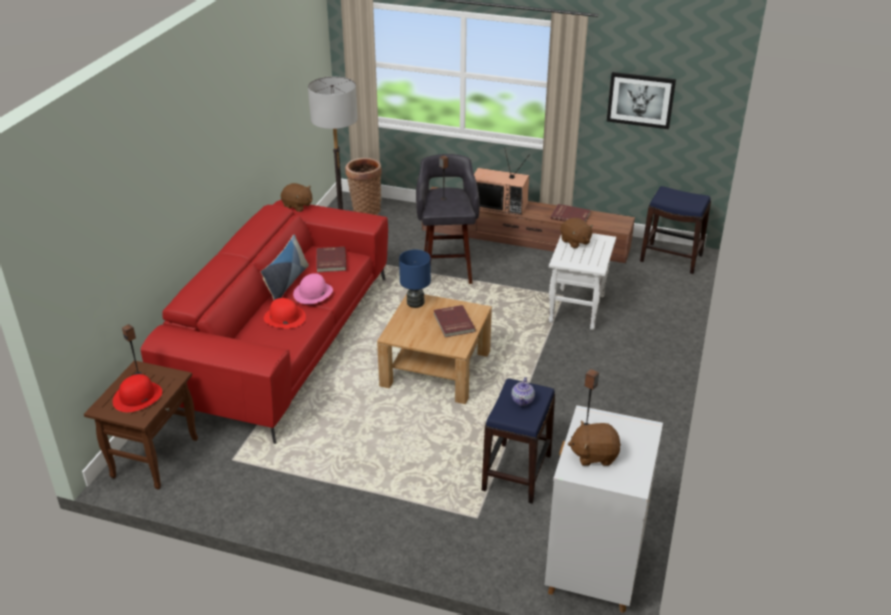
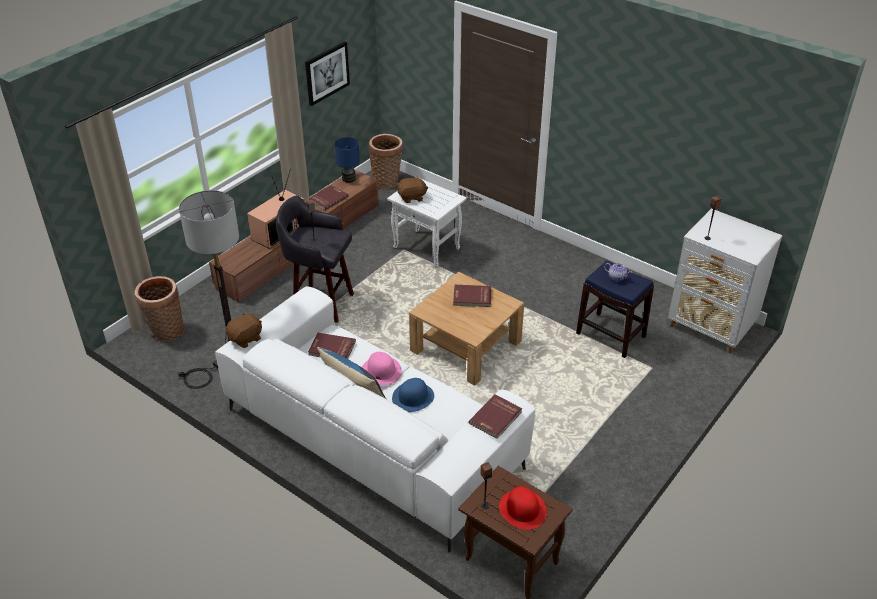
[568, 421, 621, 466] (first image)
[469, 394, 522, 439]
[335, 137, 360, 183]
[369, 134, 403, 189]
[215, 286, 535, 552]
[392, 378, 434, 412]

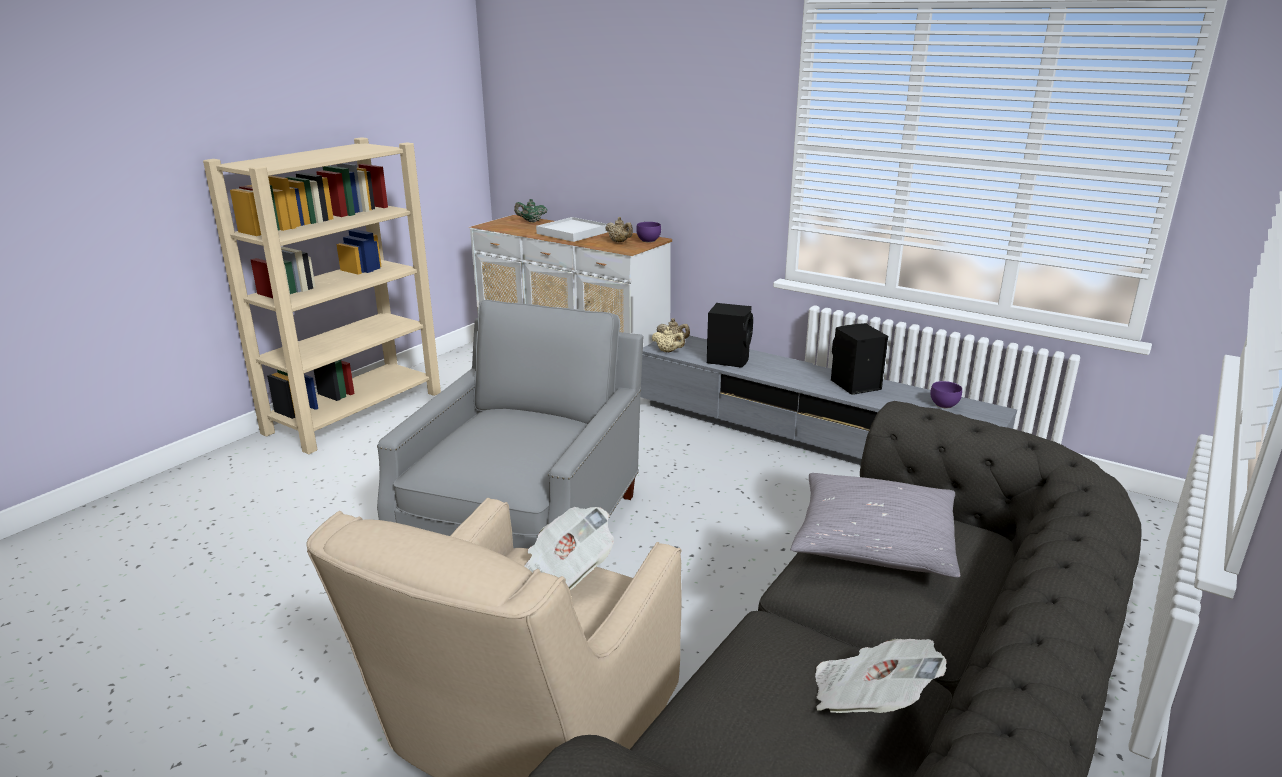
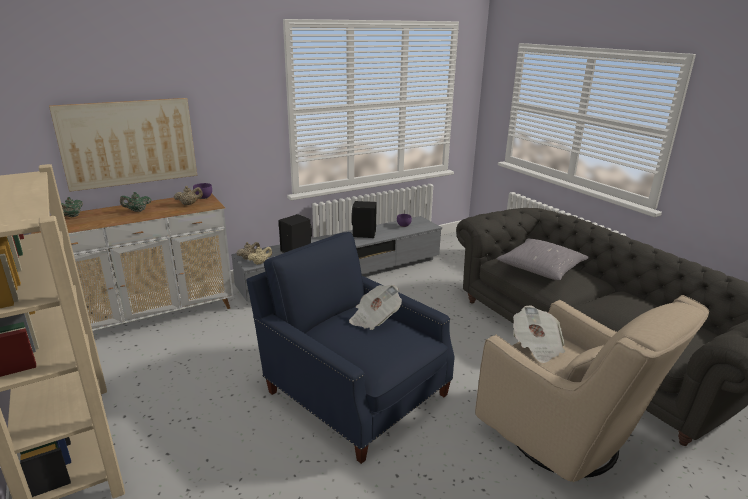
[49, 98, 197, 192]
[349, 285, 402, 330]
[120, 192, 151, 212]
[246, 232, 455, 464]

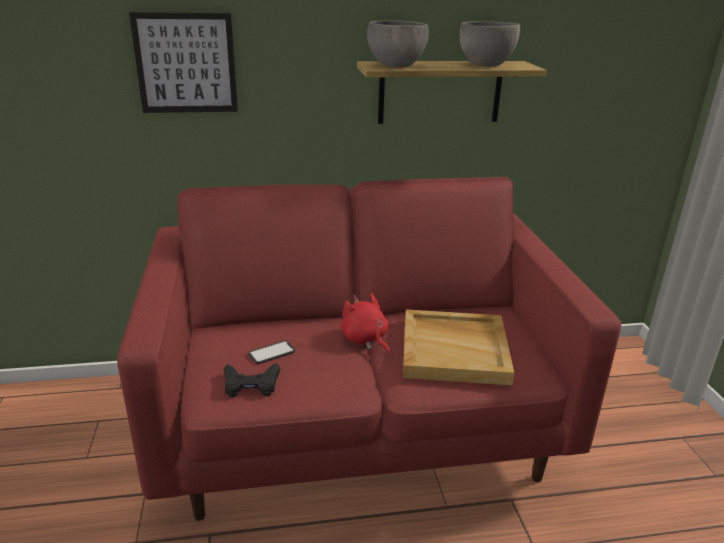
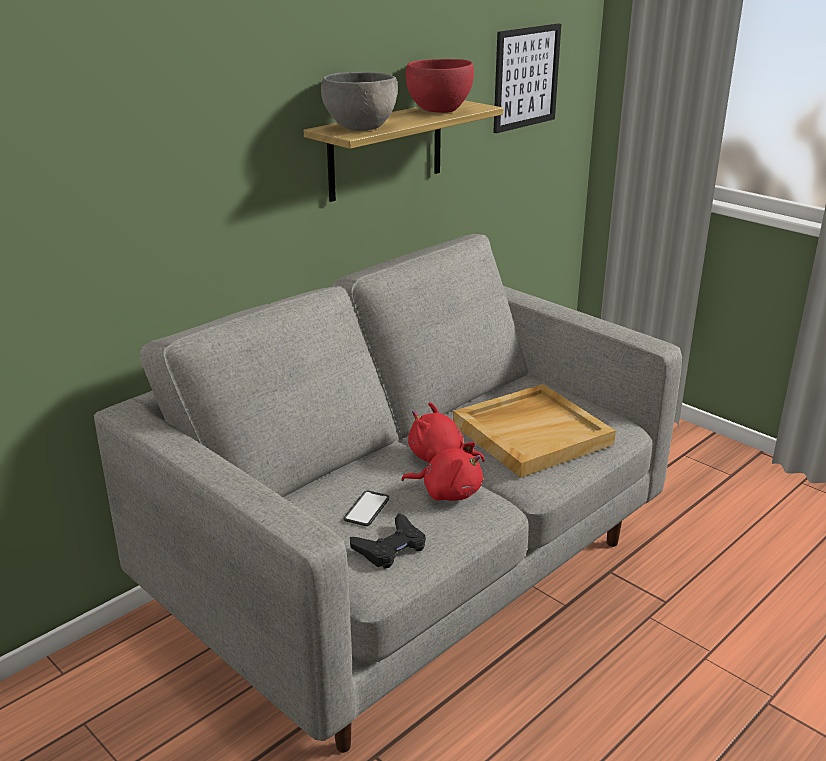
[401, 442, 483, 501]
[493, 23, 561, 133]
[94, 234, 682, 753]
[405, 59, 474, 113]

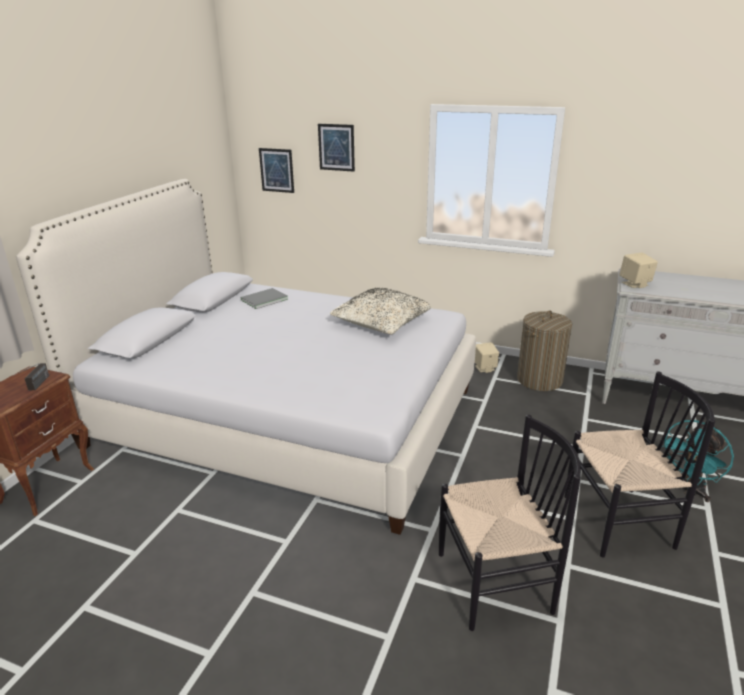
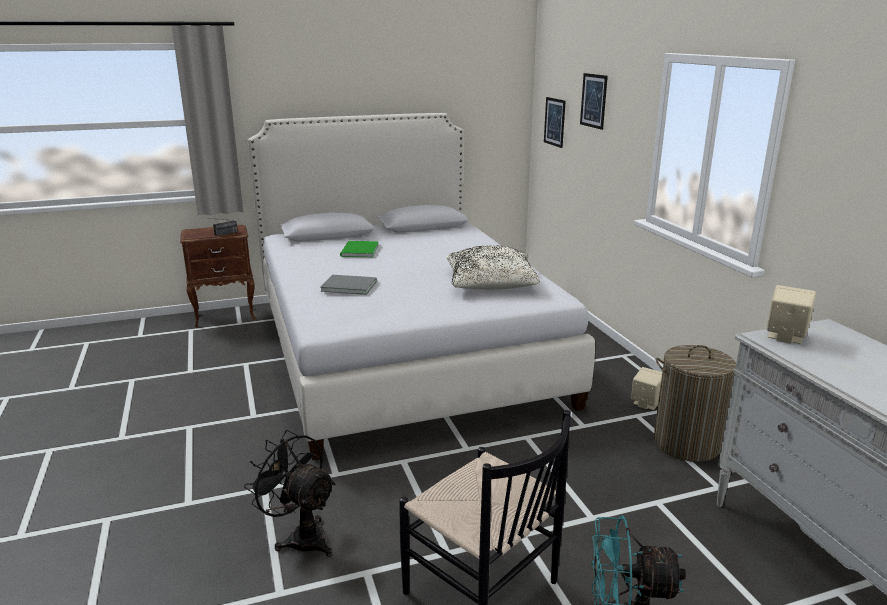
[340, 241, 379, 257]
[320, 275, 377, 295]
[244, 430, 336, 557]

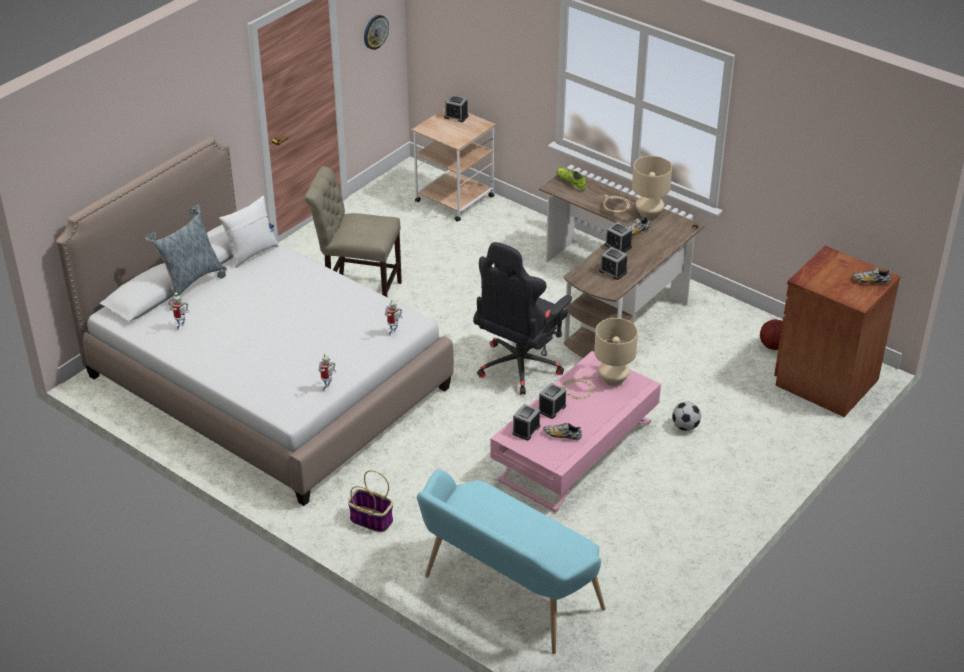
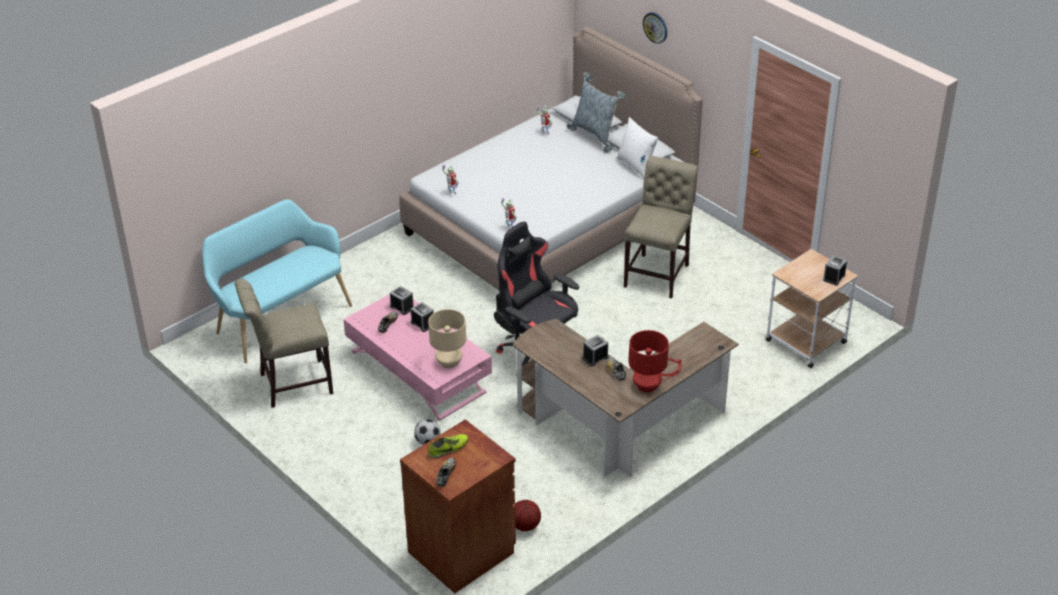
[348, 470, 393, 532] (first image)
[599, 247, 627, 280] (first image)
[235, 279, 333, 408]
[643, 12, 667, 44]
[429, 434, 469, 458]
[629, 330, 682, 393]

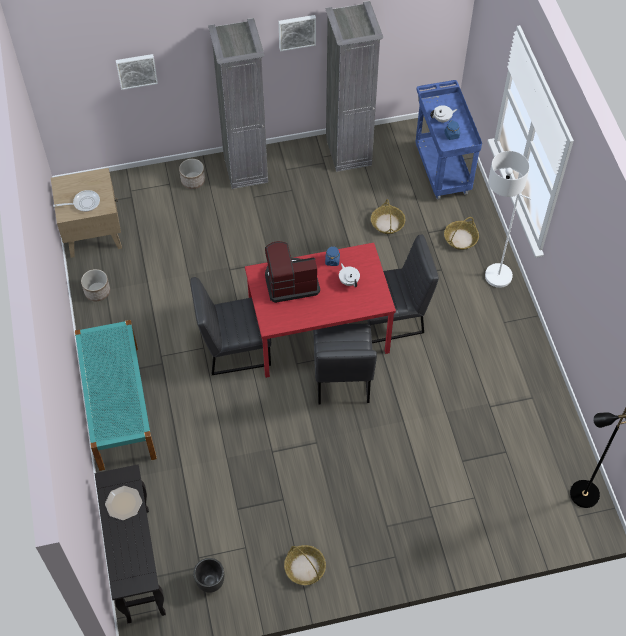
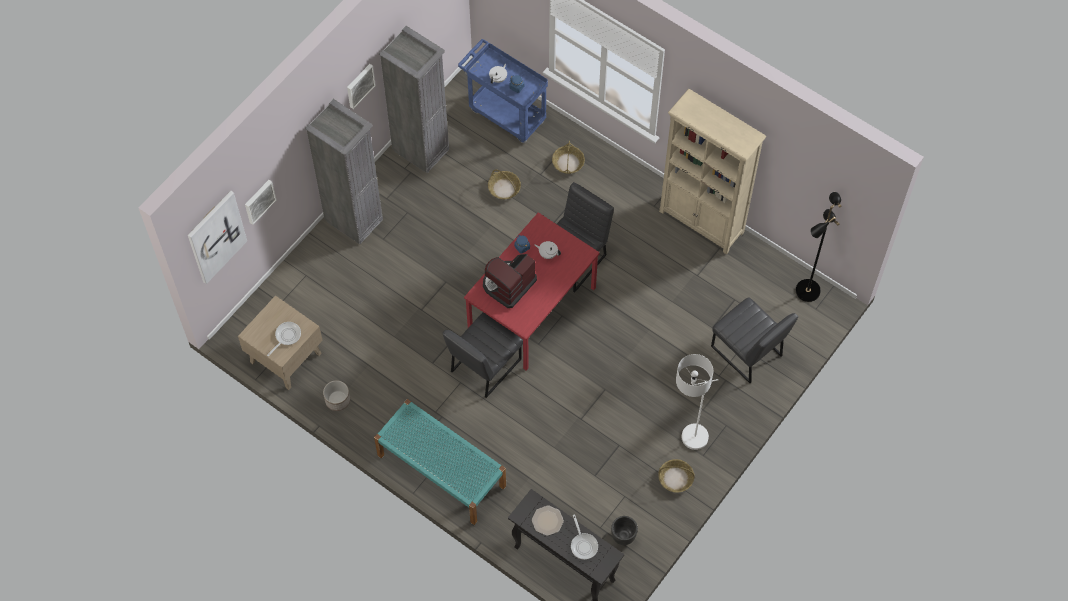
[179, 159, 205, 189] (first image)
[188, 191, 247, 284]
[571, 514, 598, 560]
[659, 89, 766, 254]
[711, 297, 798, 383]
[676, 354, 718, 450]

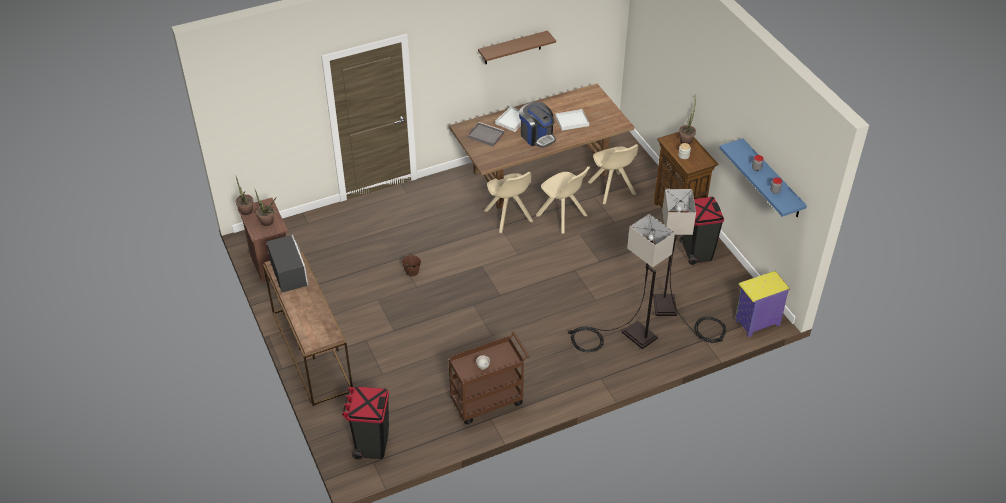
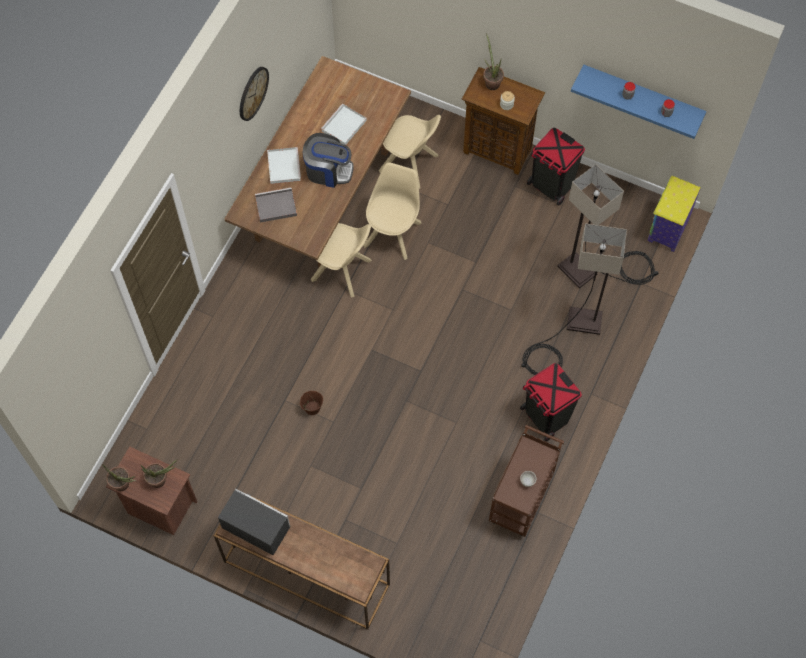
[520, 363, 582, 441]
[240, 67, 269, 121]
[364, 163, 422, 260]

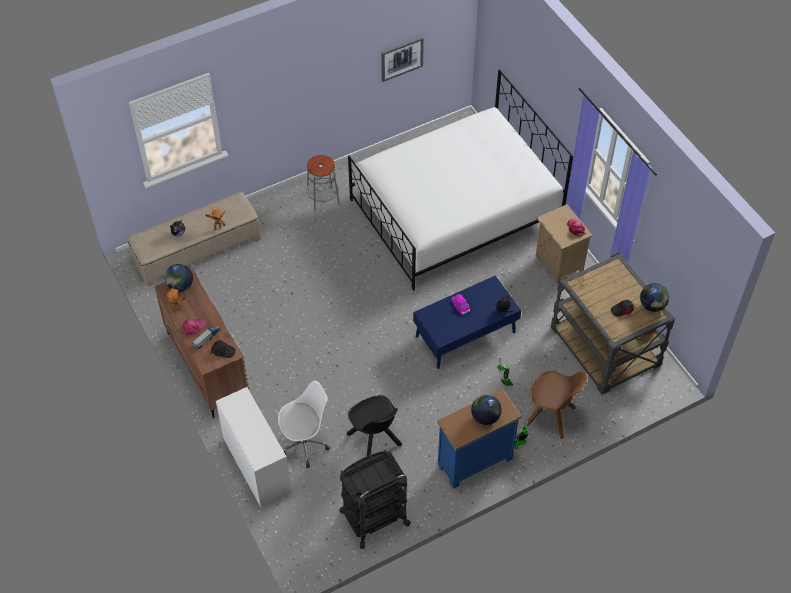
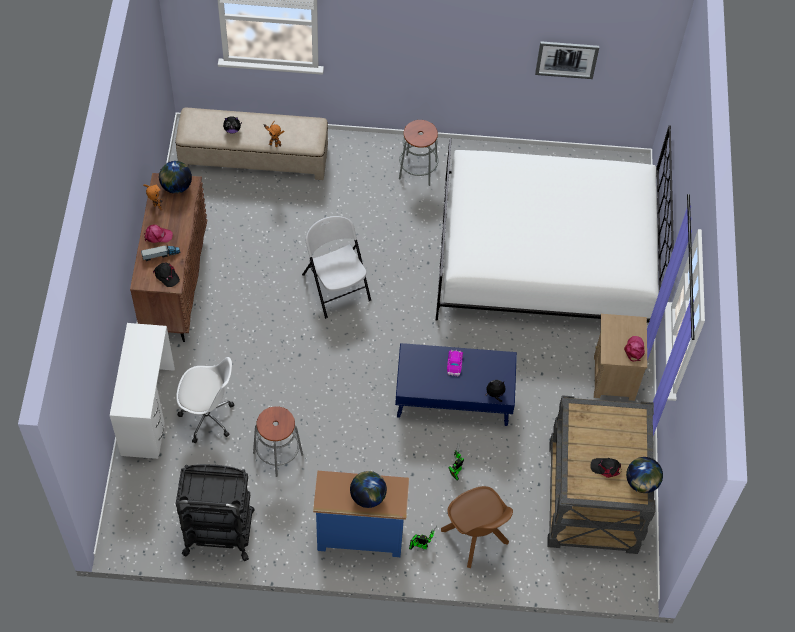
[302, 216, 371, 319]
[253, 406, 303, 477]

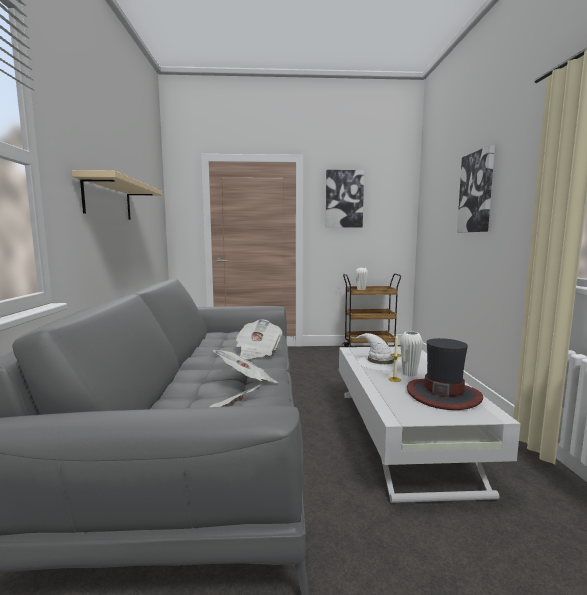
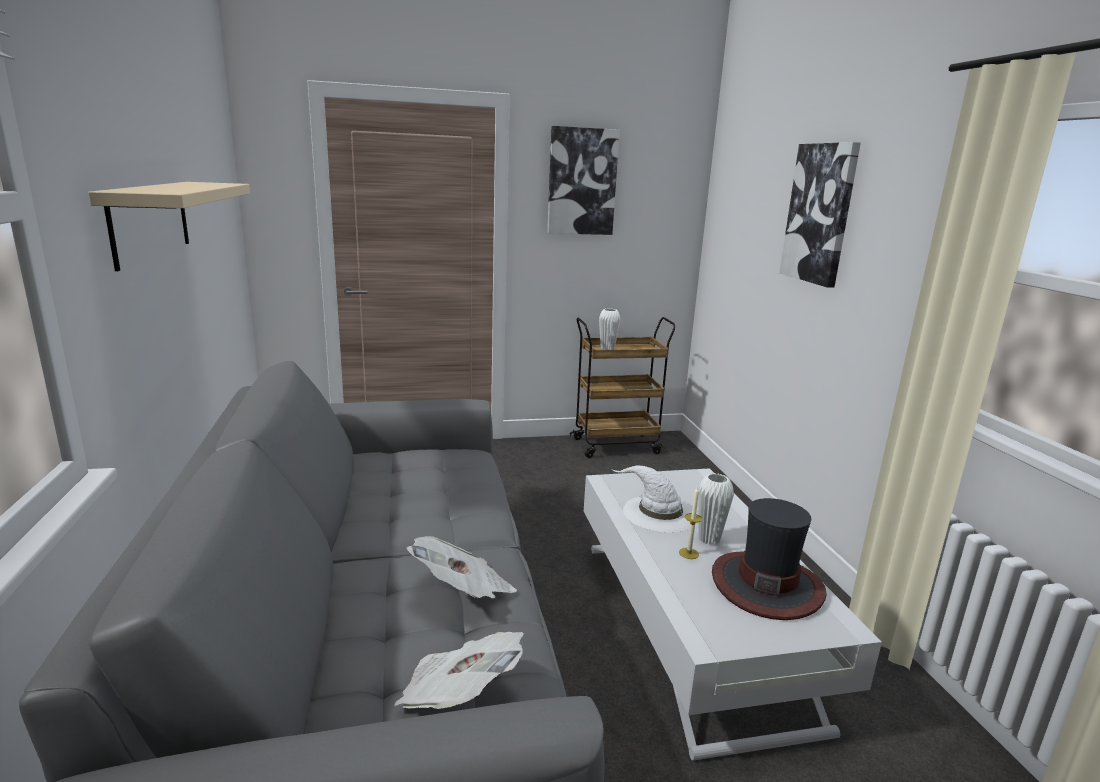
[236, 319, 283, 359] (first image)

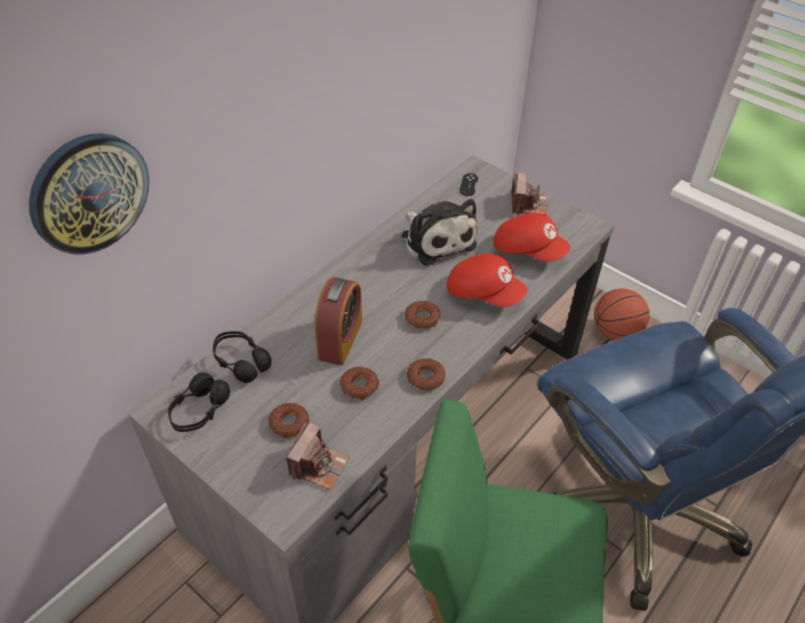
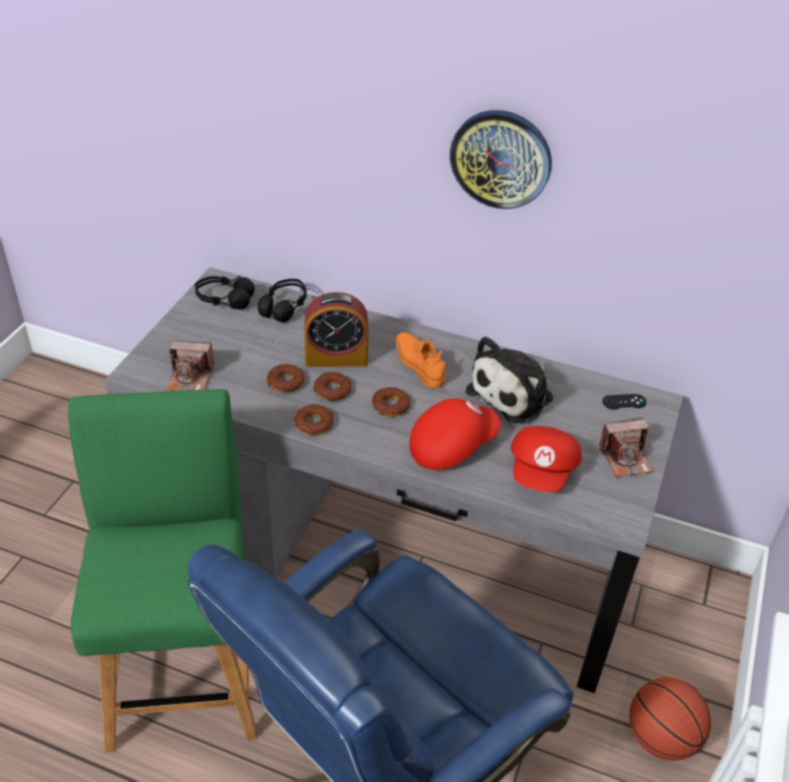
[395, 332, 445, 388]
[450, 110, 552, 209]
[313, 372, 352, 401]
[409, 398, 500, 470]

